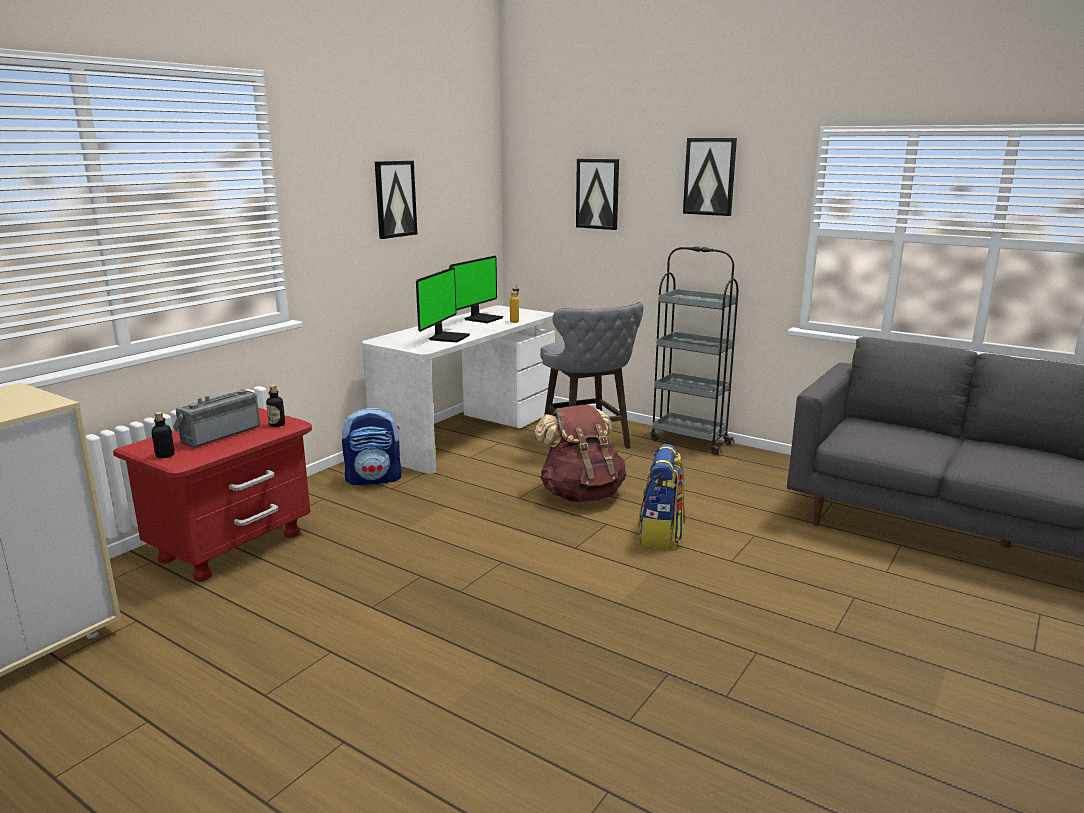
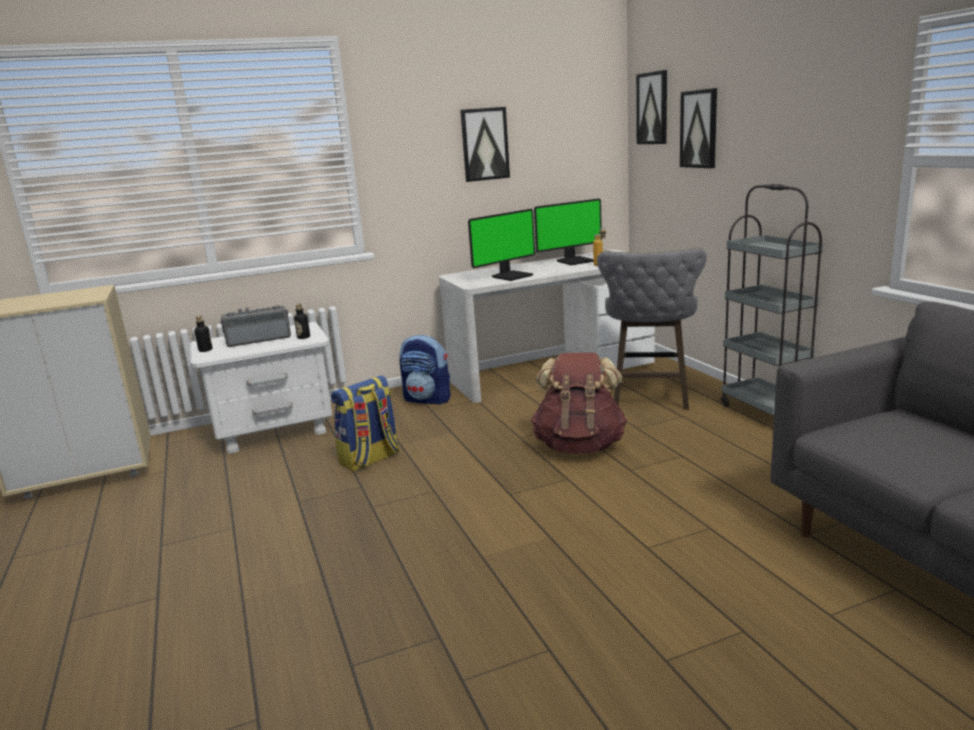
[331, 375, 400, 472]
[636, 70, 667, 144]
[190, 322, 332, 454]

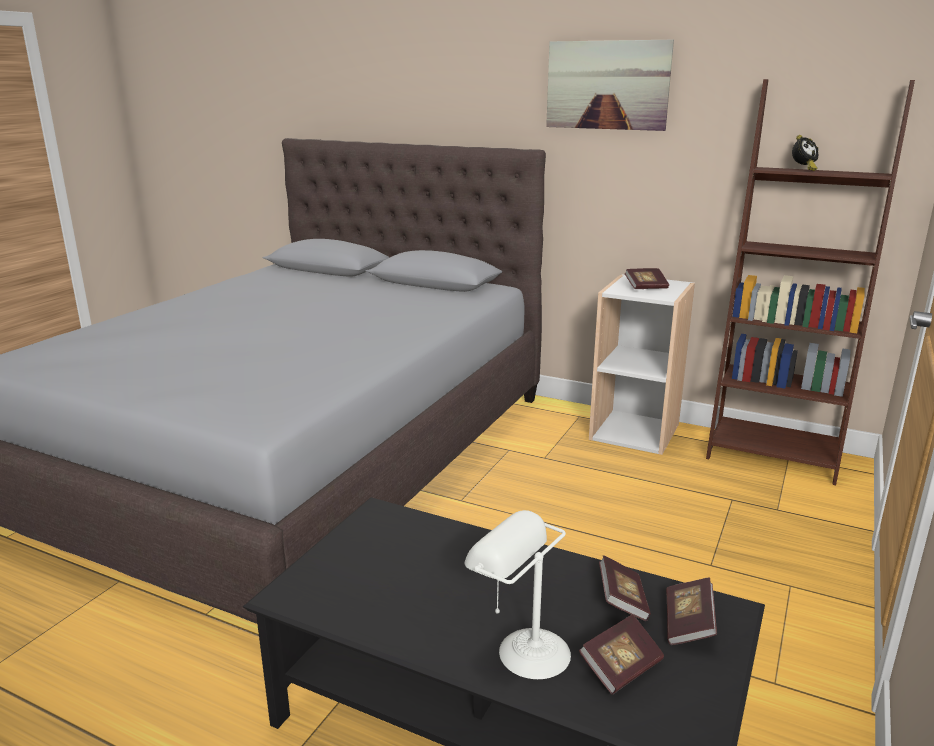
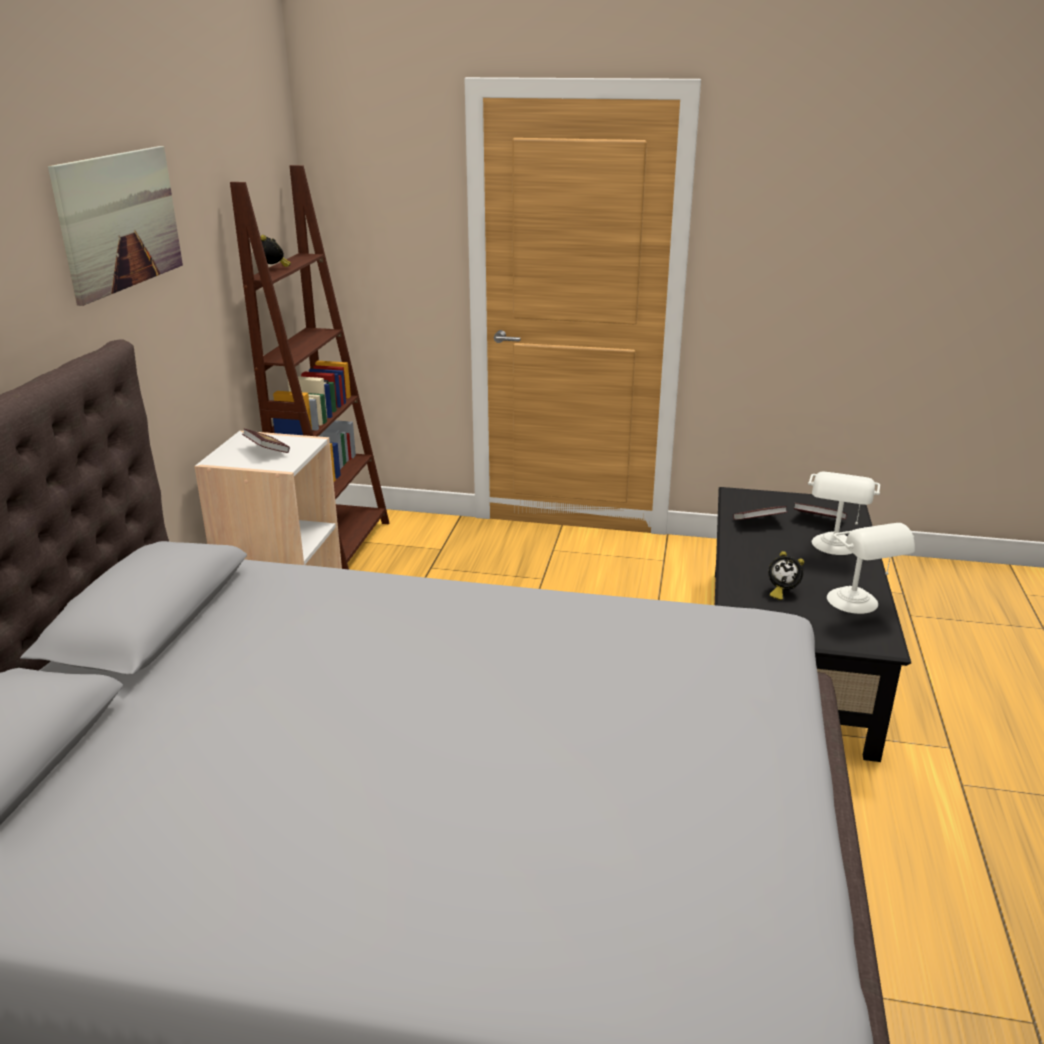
[666, 577, 717, 645] (first image)
[768, 551, 804, 600]
[827, 523, 915, 614]

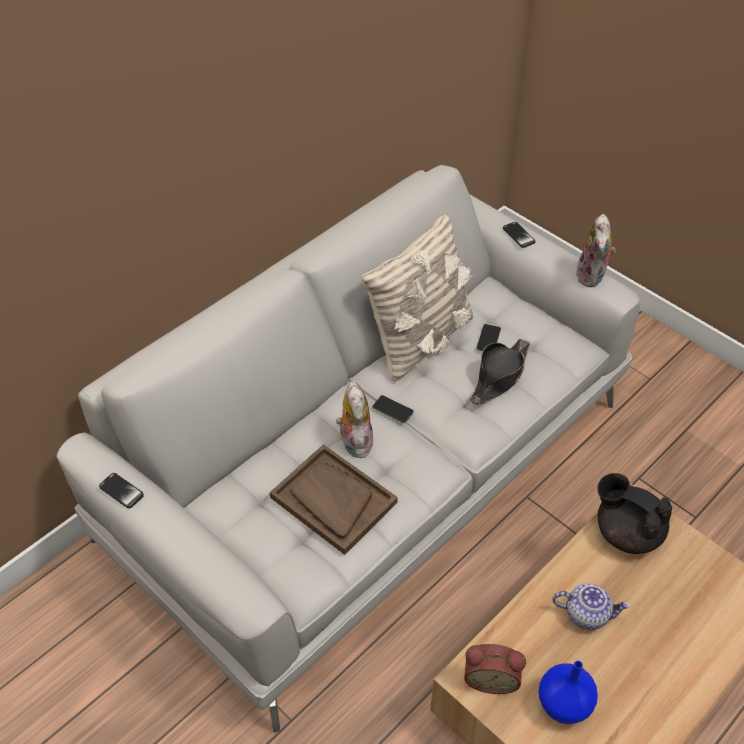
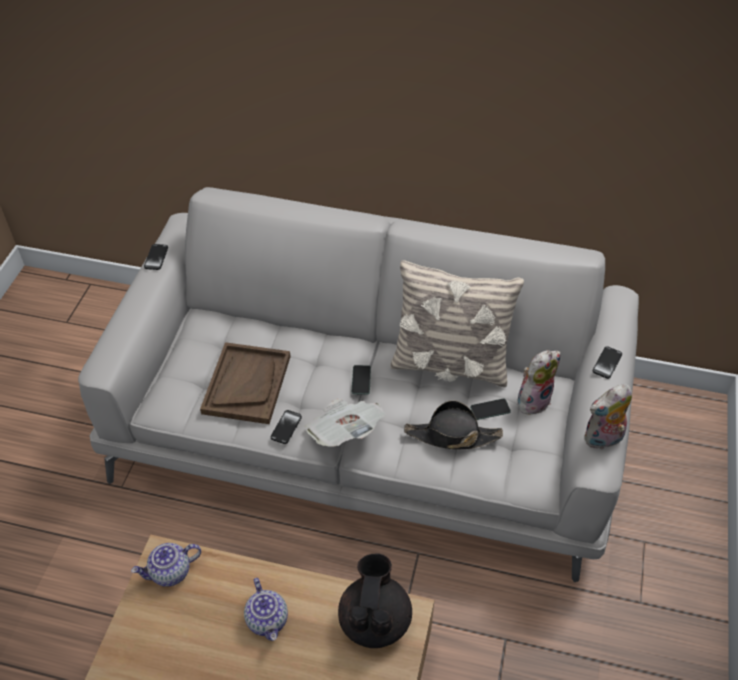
[538, 661, 598, 724] (first image)
[271, 410, 302, 444]
[304, 399, 385, 447]
[517, 350, 561, 414]
[131, 543, 201, 587]

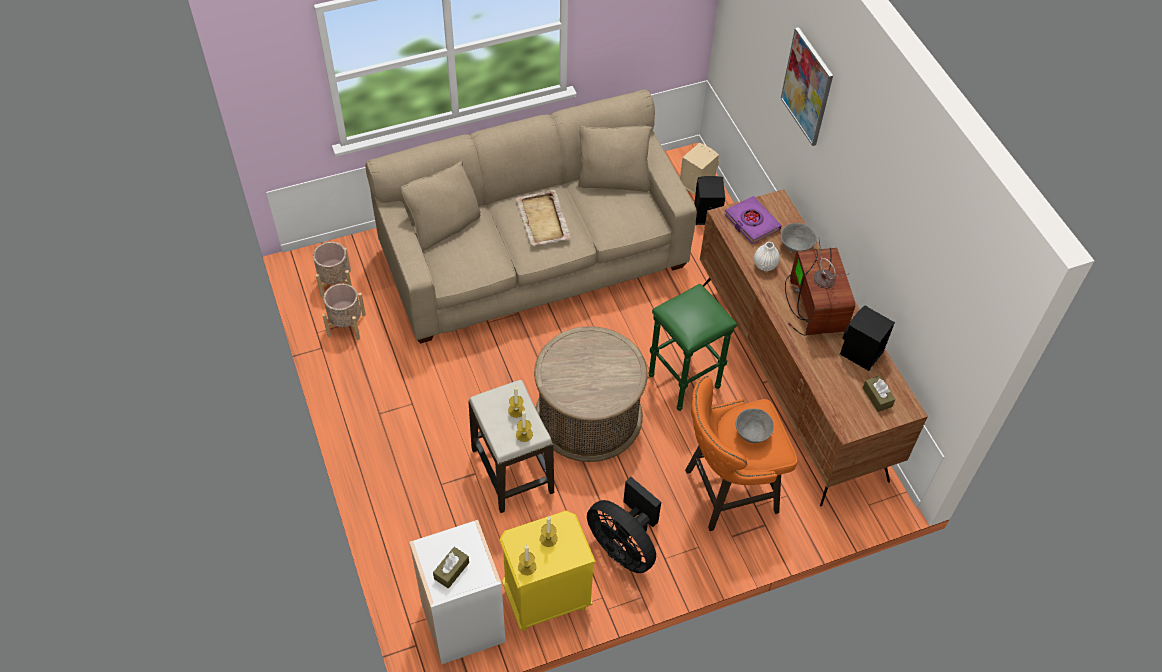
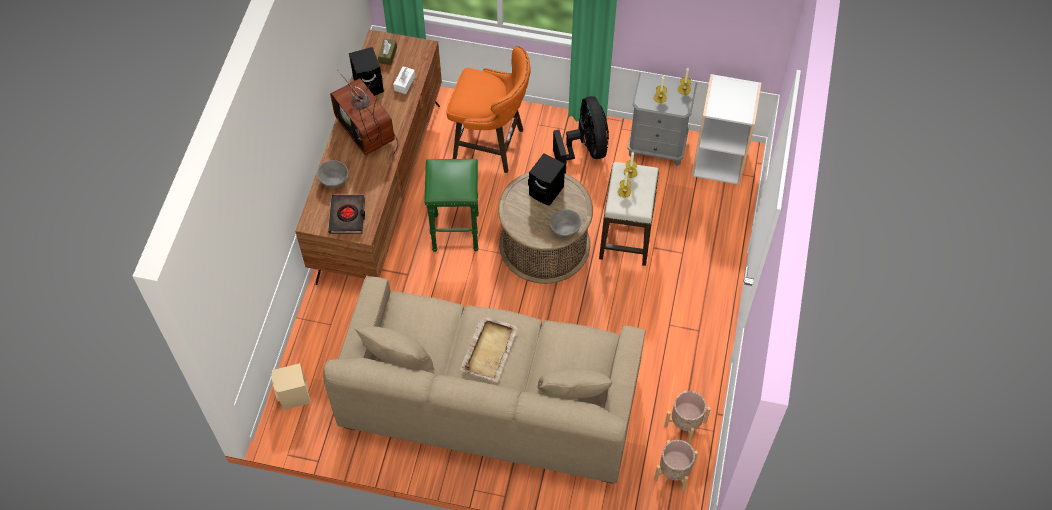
[433, 547, 469, 589] (first image)
[754, 242, 780, 271] (first image)
[781, 27, 833, 146] (first image)
[393, 66, 415, 94]
[528, 153, 565, 206]
[550, 209, 581, 236]
[627, 73, 697, 166]
[328, 195, 365, 234]
[330, 69, 398, 158]

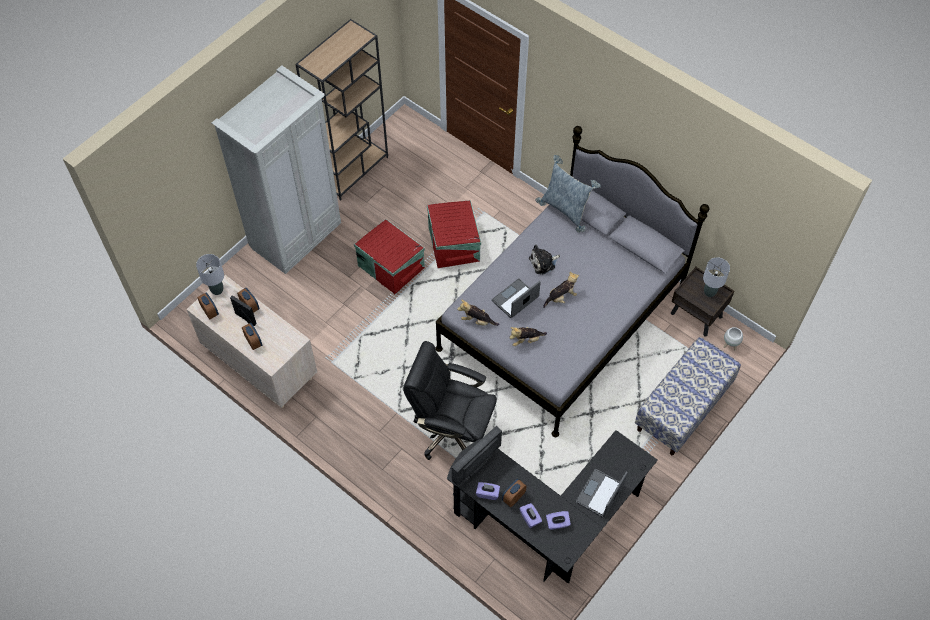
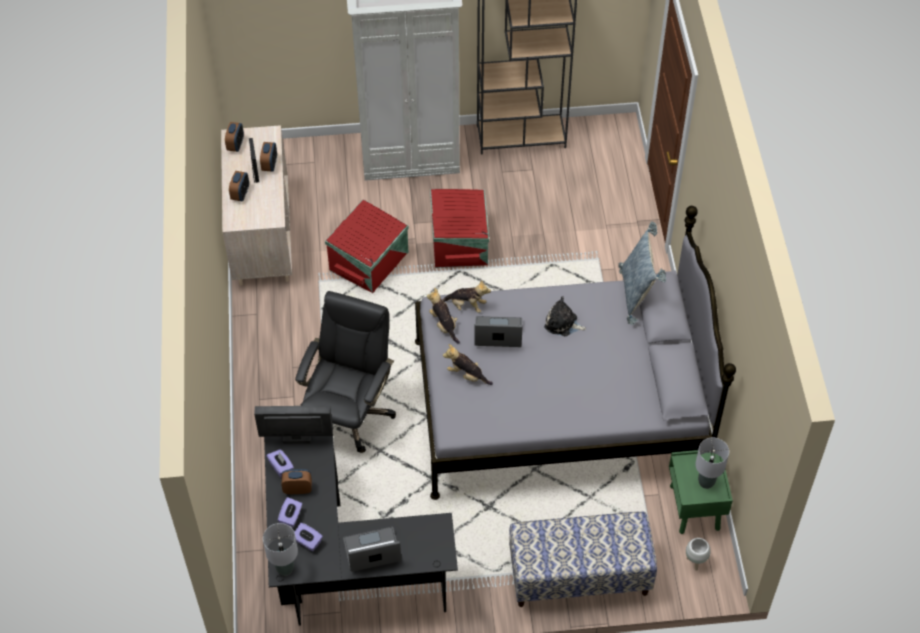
[263, 523, 298, 576]
[325, 199, 409, 293]
[442, 280, 491, 313]
[669, 450, 733, 534]
[295, 291, 396, 453]

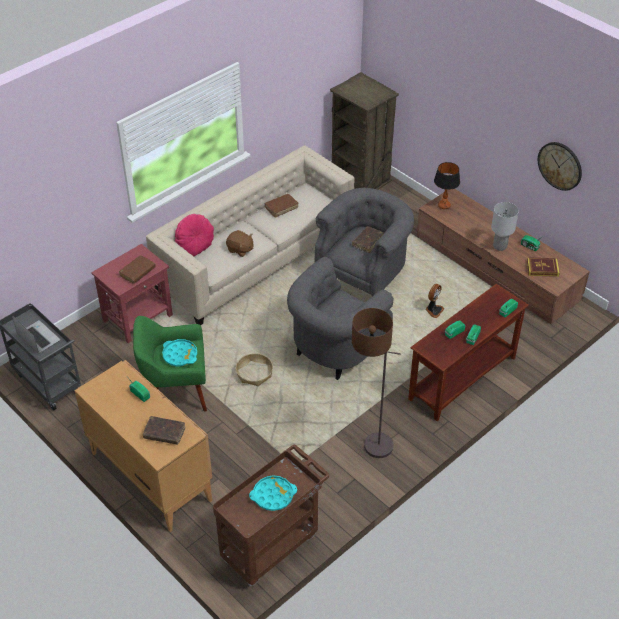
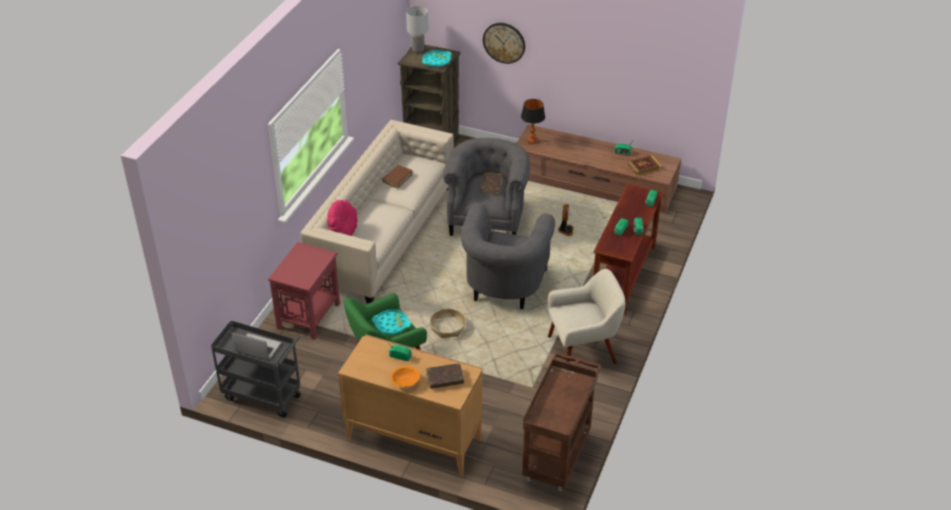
[119, 255, 156, 284] (first image)
[226, 230, 253, 257] (first image)
[390, 366, 420, 387]
[422, 50, 452, 67]
[406, 6, 428, 52]
[483, 23, 525, 64]
[548, 269, 626, 364]

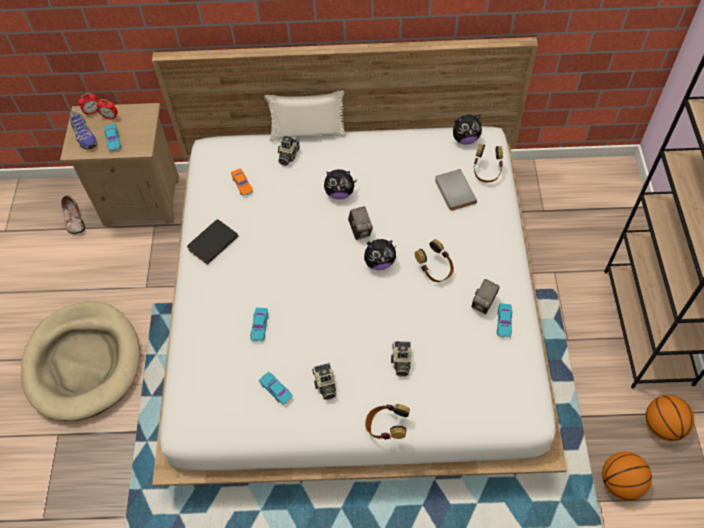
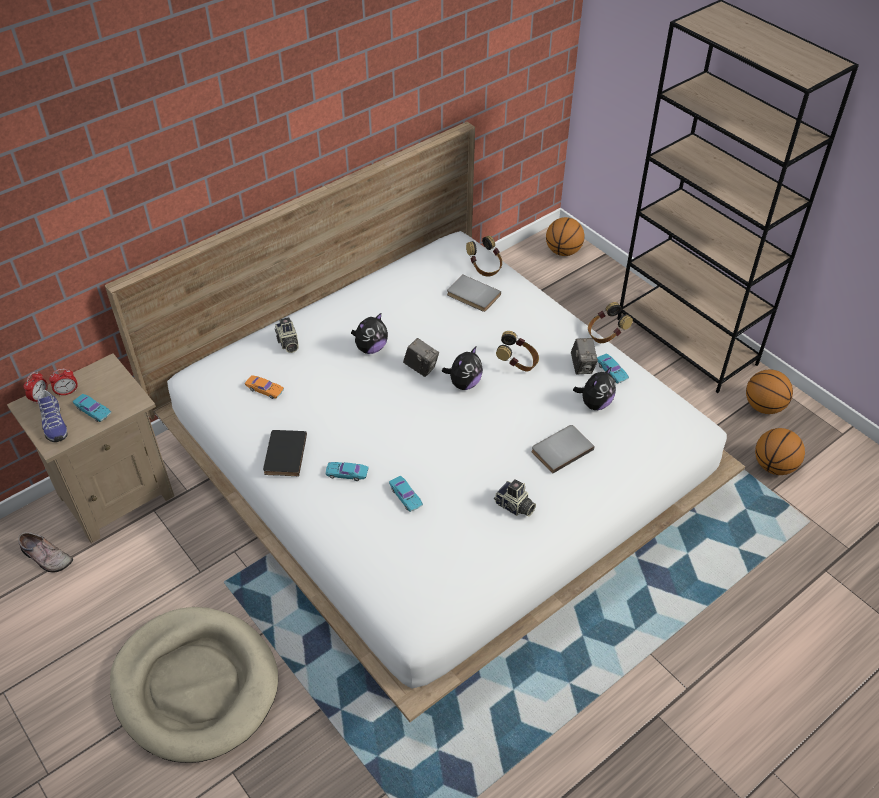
[264, 90, 346, 142] (first image)
[546, 217, 584, 256]
[326, 462, 368, 481]
[588, 302, 633, 343]
[573, 366, 616, 410]
[532, 425, 594, 474]
[38, 390, 68, 442]

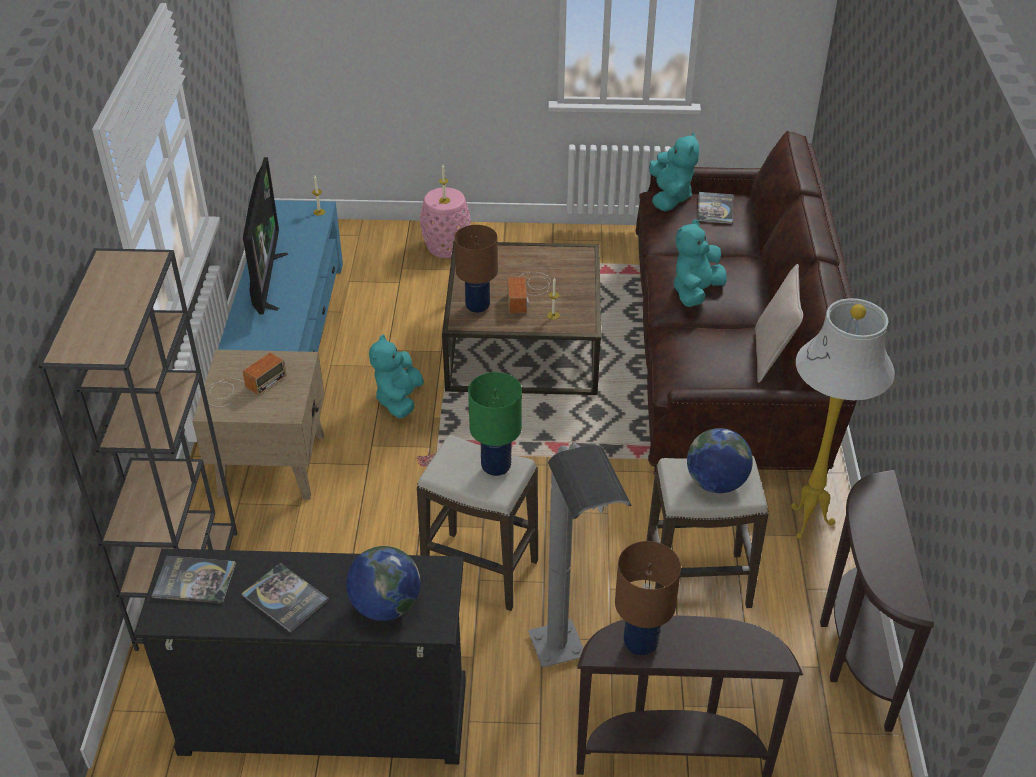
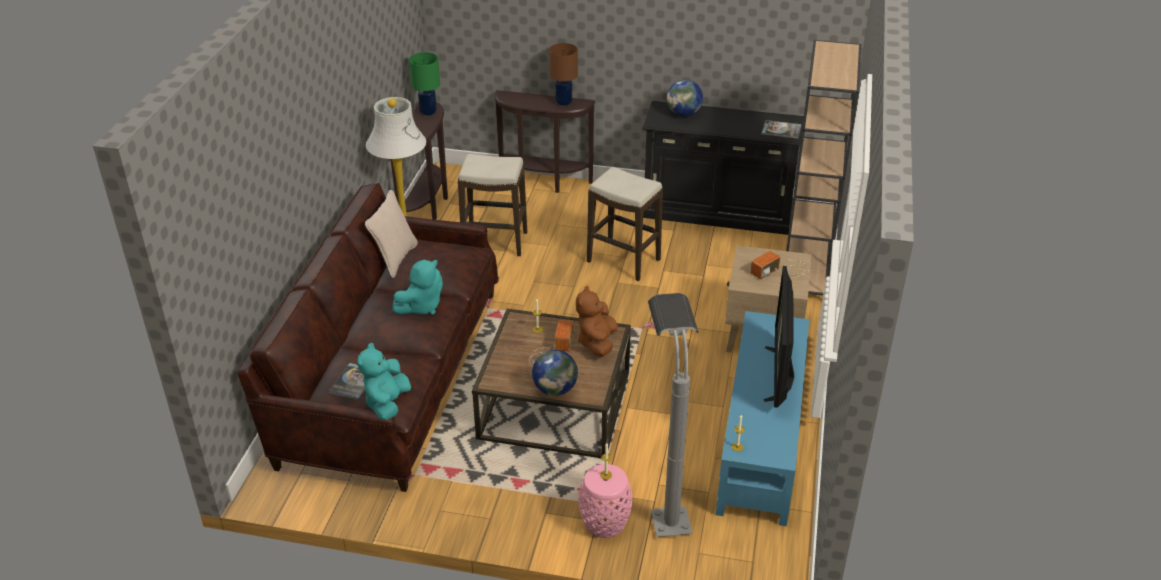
[241, 563, 329, 633] (first image)
[369, 335, 424, 418] (first image)
[409, 52, 440, 115]
[648, 293, 699, 537]
[532, 350, 578, 396]
[576, 286, 618, 357]

